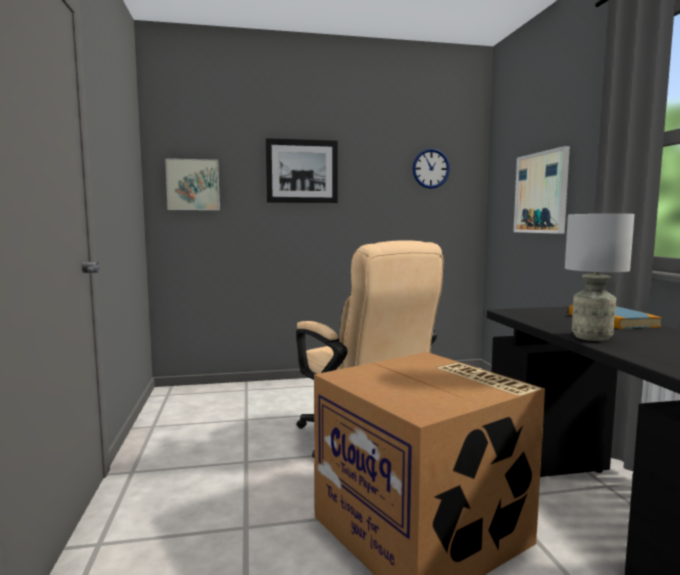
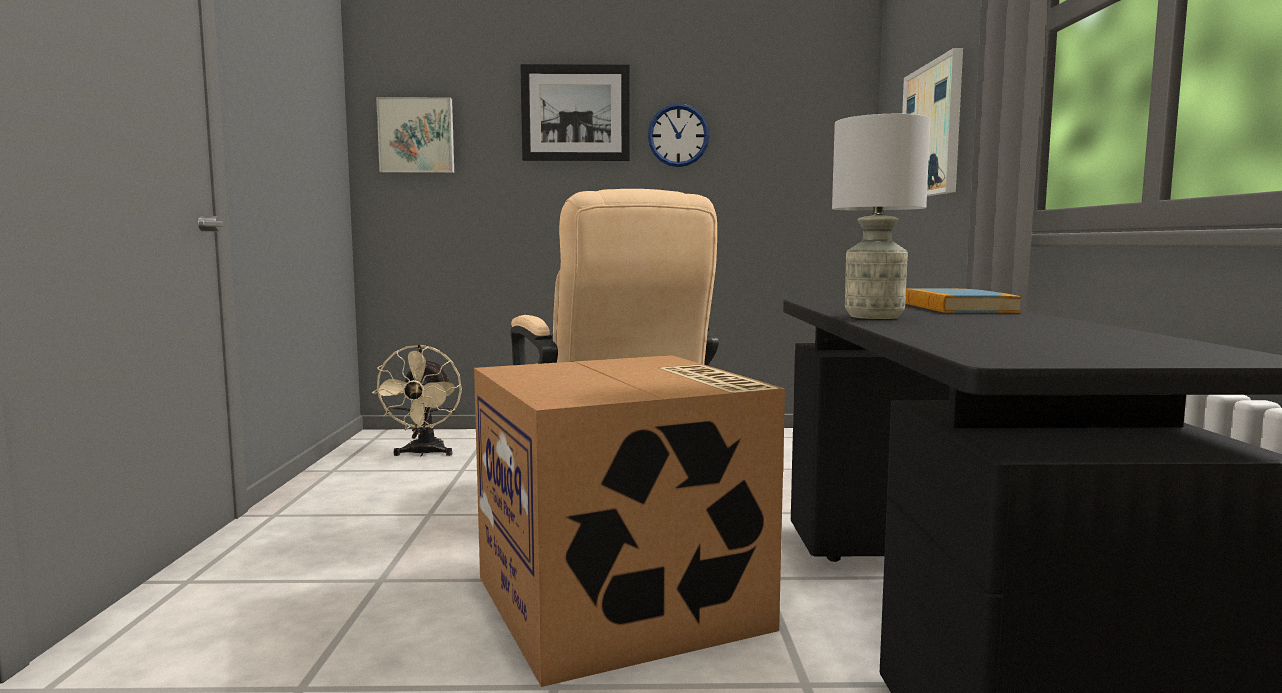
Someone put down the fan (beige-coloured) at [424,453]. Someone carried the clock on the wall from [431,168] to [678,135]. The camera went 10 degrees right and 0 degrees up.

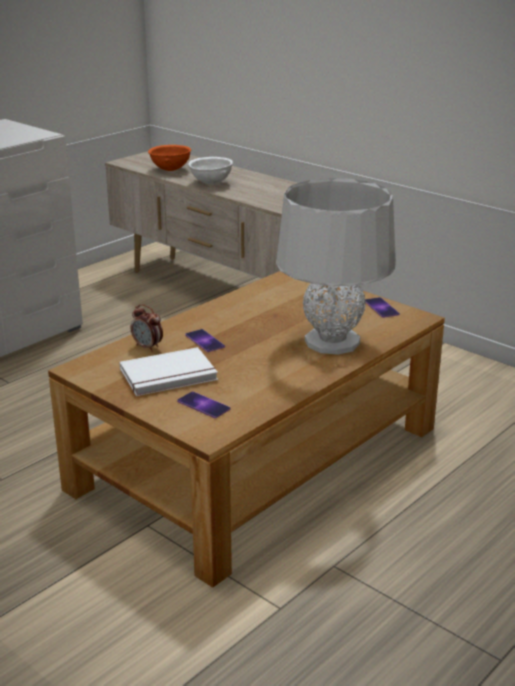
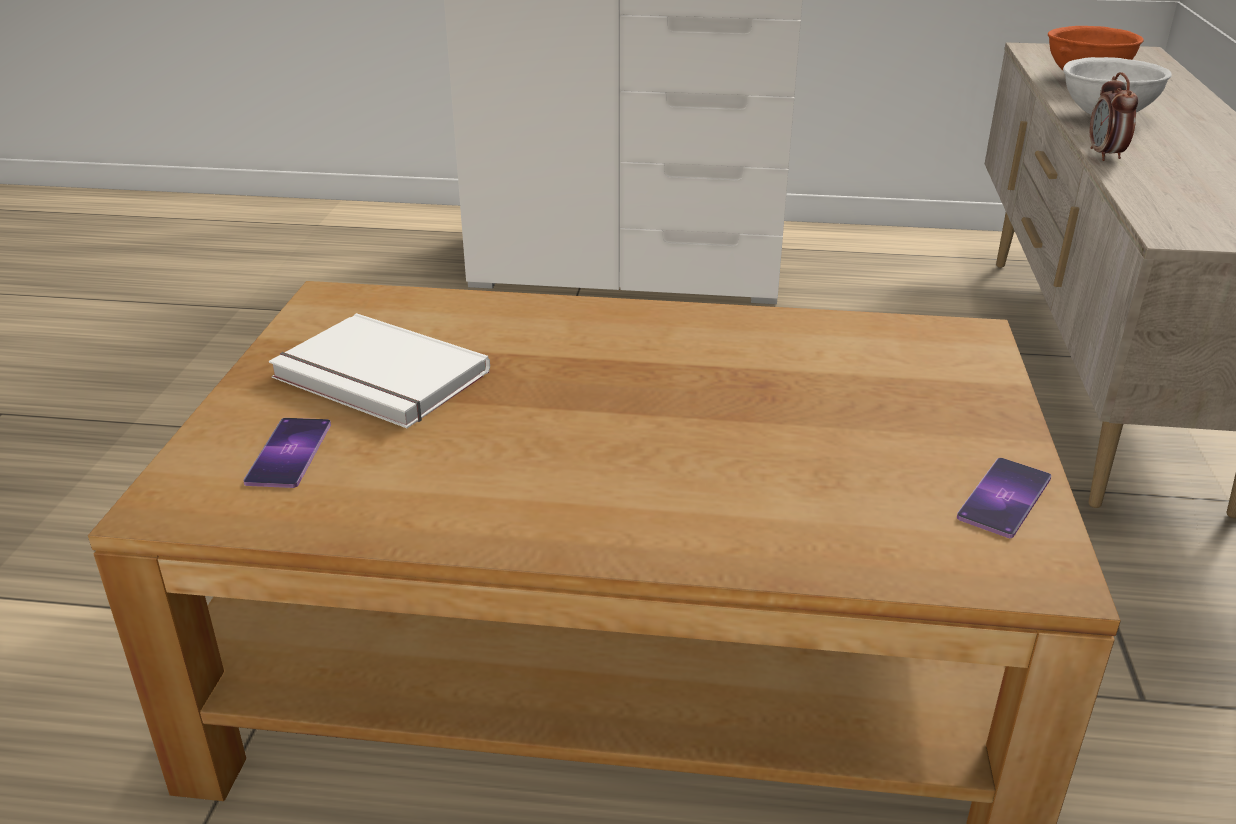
Someone carried the alarm clock from [147,347] to [1105,155]. Someone took away the handset at [204,341]. Someone took away the tabletop lamp (gray) at [332,342]. The camera went 55 degrees right and 5 degrees up.

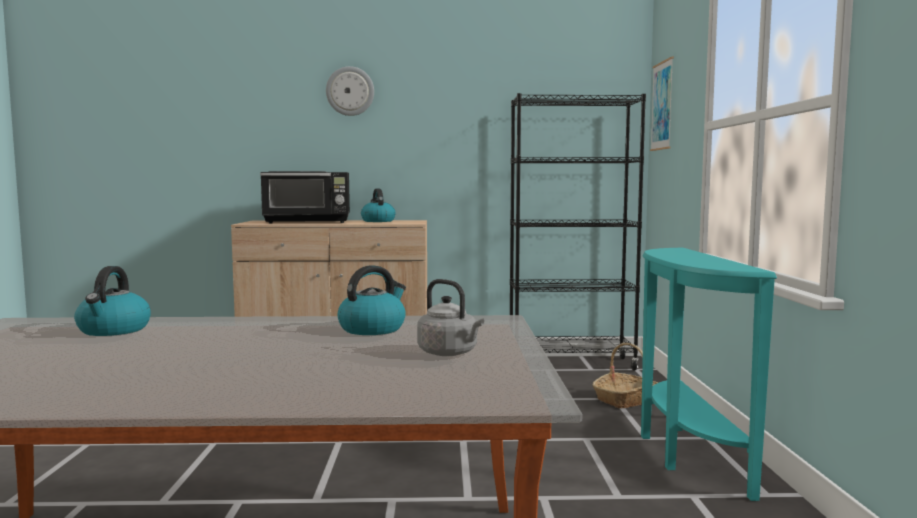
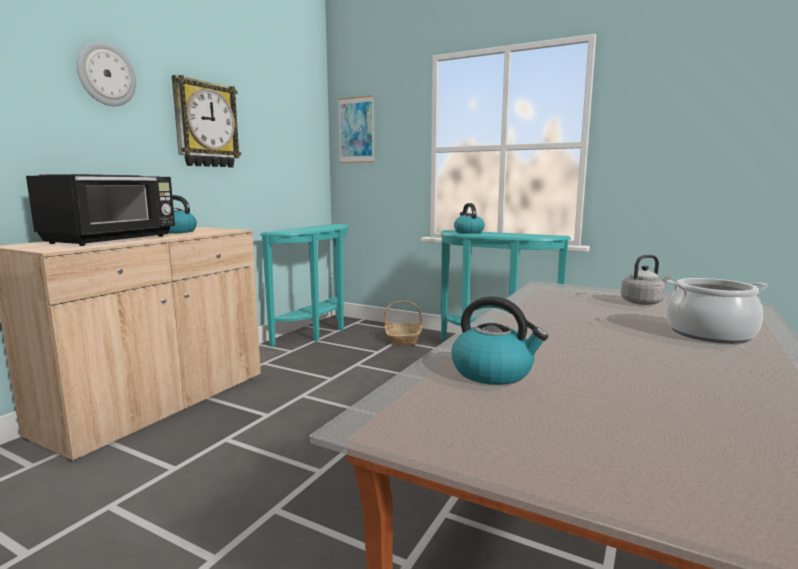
Someone put up the clock on the wall at [205,125]. Someone swapped the bookshelf (black-coloured) at [571,365] for the console table (turquoise) at [318,332]. Someone carried the tea kettle from [373,329] to [468,232]. Someone put down the stockpot at [710,334]. The camera went 60 degrees left and 5 degrees up.

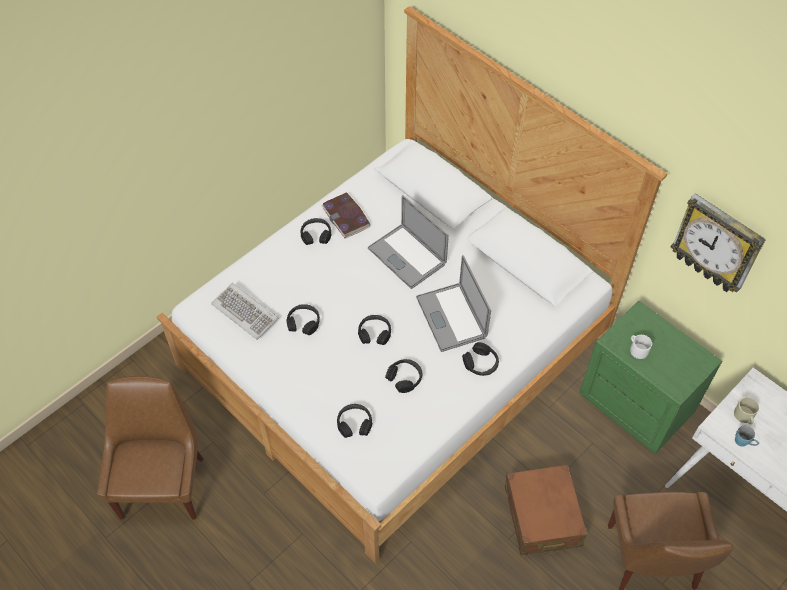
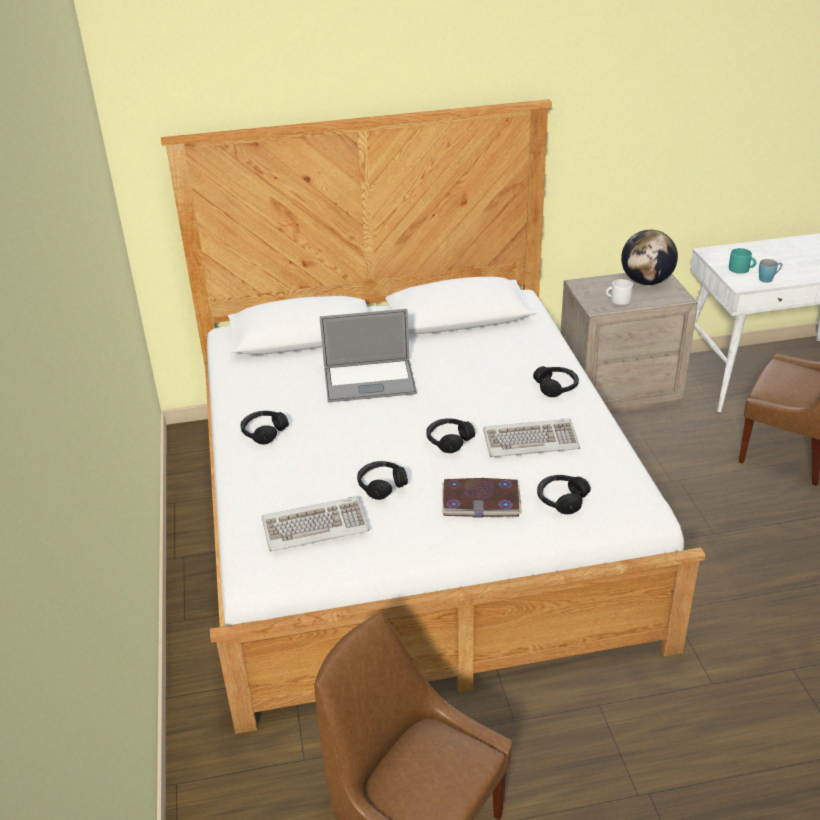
Someone carried the bound book from [346,217] to [481,501]. Someone swapped the headset (black-coloured) at [405,378] for the PC keyboard at [530,441]. Someone repainted the nightstand (green-coloured) at [636,404], which became the nightstand (beige-coloured) at [618,391]. Someone put down the desk globe at [646,281]. Someone repainted the mug (beige-coloured) at [744,416], which became the mug (turquoise) at [741,269]. Someone took away the laptop at [451,317]. Someone took away the suitcase (brown) at [542,516]. Someone took away the clock on the wall at [717,244]. The camera went 55 degrees left and 20 degrees down.

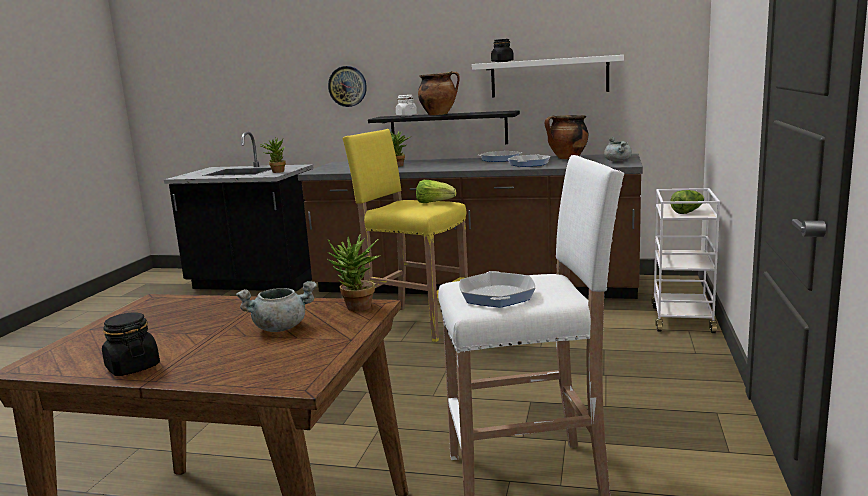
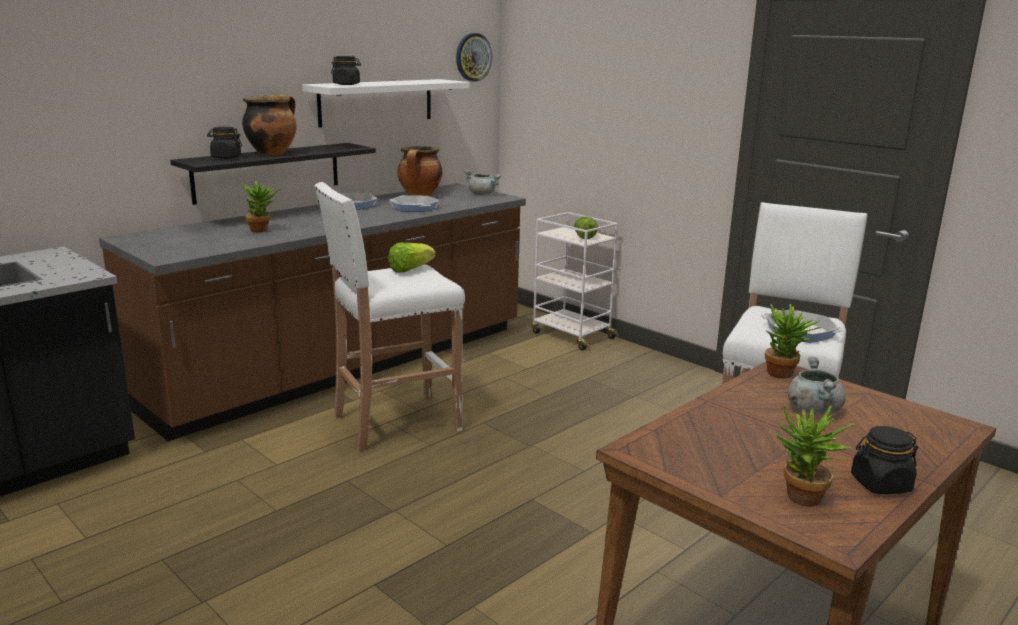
Someone repainted the preserve jar (whitish) at [406,116], which became the preserve jar (black-coloured) at [226,157]. Someone repainted the stool (yellow) at [415,323], which became the stool (whitish) at [394,423]. Someone carried the clock on the wall from [347,86] to [473,57]. Someone carried the potted plant from [276,172] to [800,500]. The camera went 60 degrees left and 5 degrees up.

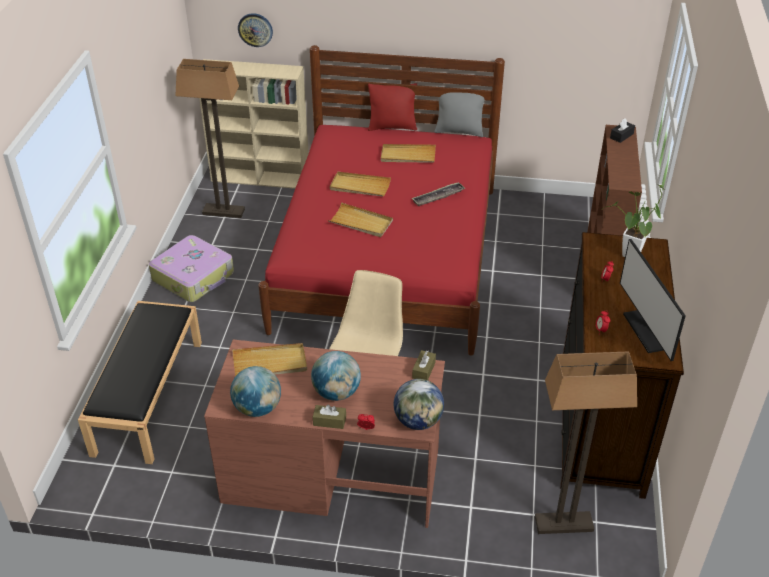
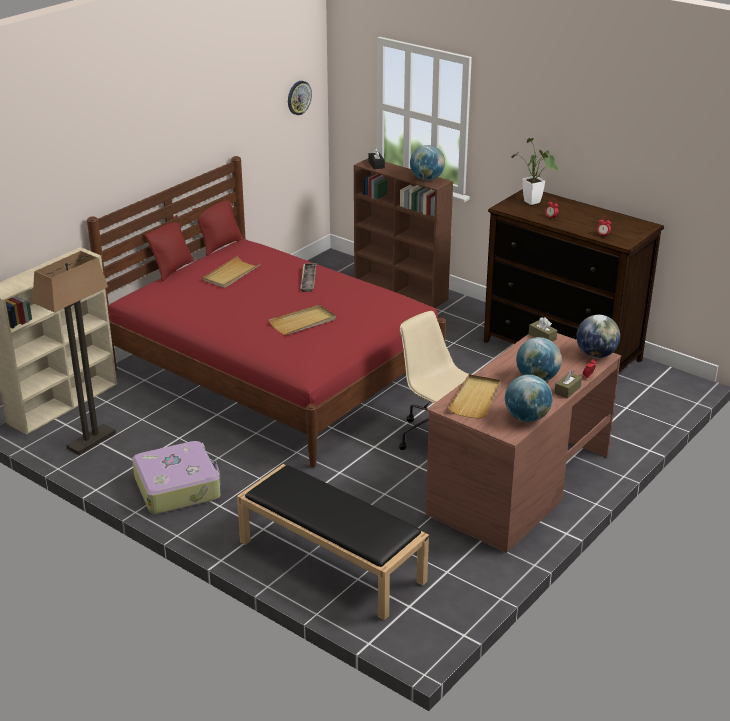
Someone repainted the throw pillow (gray) at [459,131], which became the throw pillow (reddish) at [220,245]. Someone carried the clock on the wall from [255,29] to [299,97]. Someone put down the desk globe at [427,179]. Someone took away the serving tray (beige-coloured) at [359,186]. Someone took away the standard lamp at [563,524]. Someone took away the monitor at [647,331]. The camera went 60 degrees left and 10 degrees down.

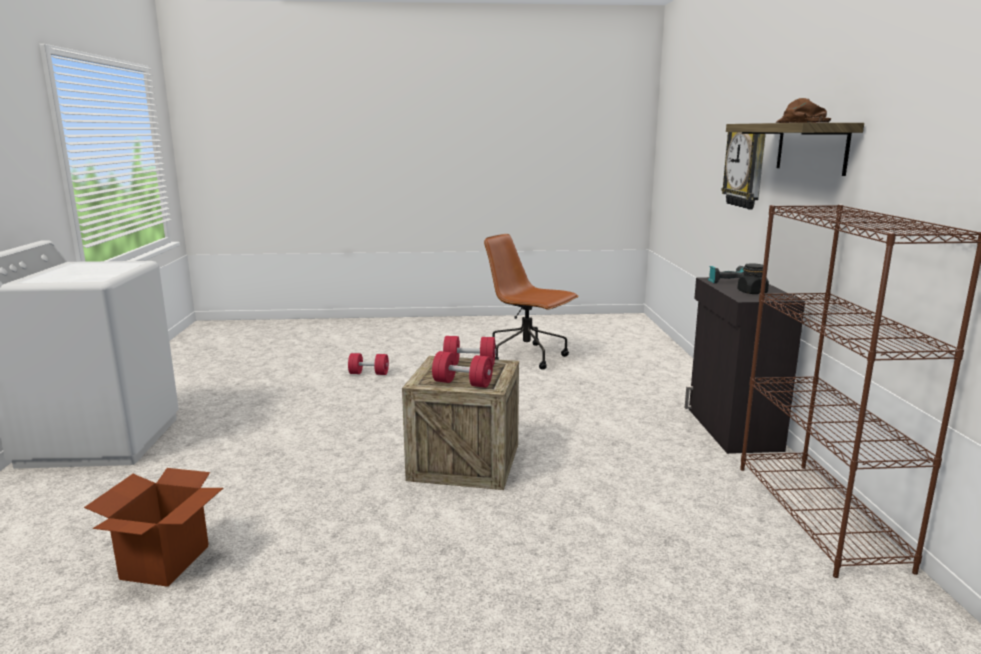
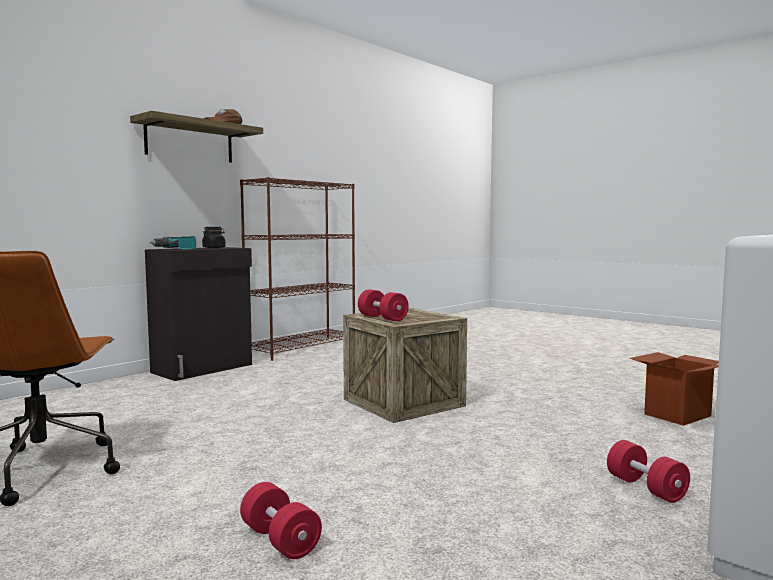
Someone carried the hand weight (reddish) from [462,383] to [646,488]. Someone took away the clock on the wall at [746,166]. The camera went 135 degrees left and 10 degrees down.

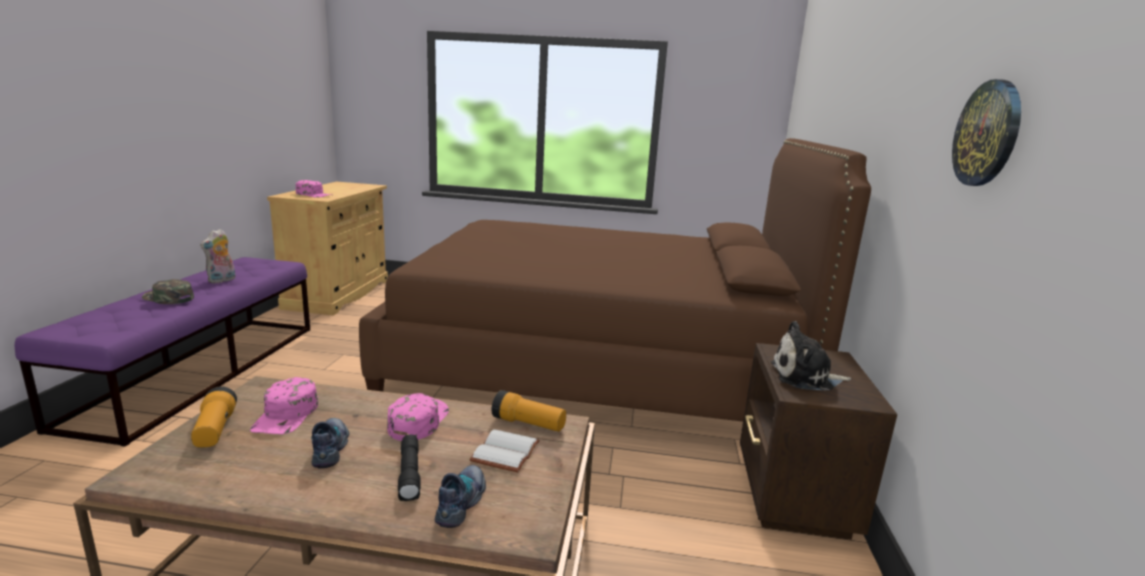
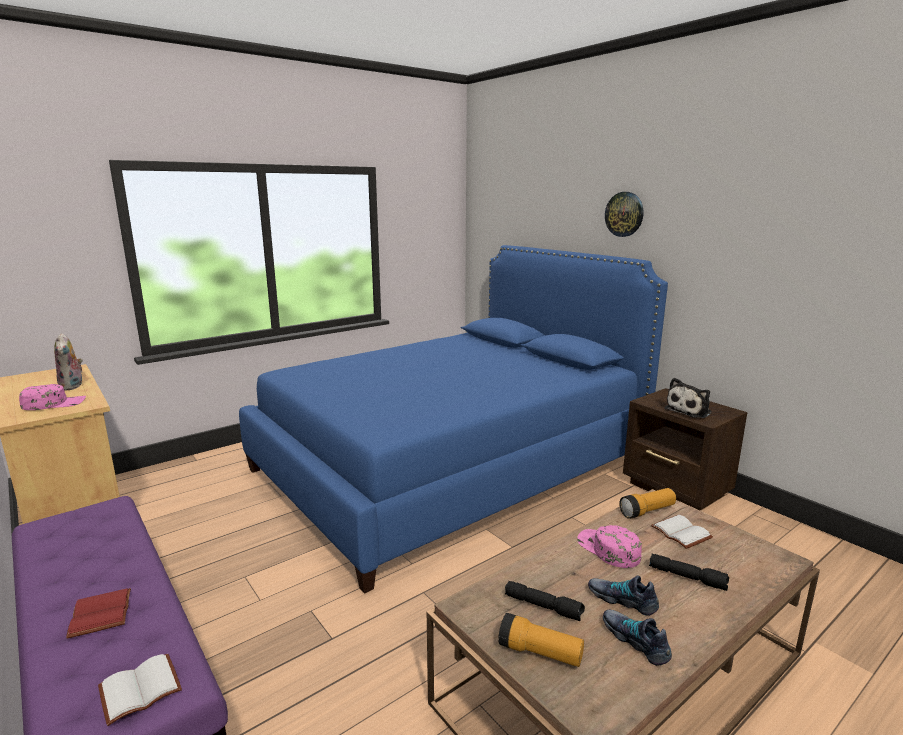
Someone carried the plush toy from [222,280] to [73,386]. Someone swapped the baseball cap (green-coloured) at [168,298] for the bound book (reddish) at [102,614]. Someone put down the bound book (whitish) at [141,687]. Someone repainted the bed (brown) at [598,361], which became the bed (blue-coloured) at [450,466]. Someone swapped the baseball cap (pinkish) at [287,415] for the flashlight (black-coloured) at [544,606]. Someone carried the low shoe from [462,502] to [635,640]. Someone carried the clock on the wall from [987,134] to [624,214]. The camera went 45 degrees left and 0 degrees up.

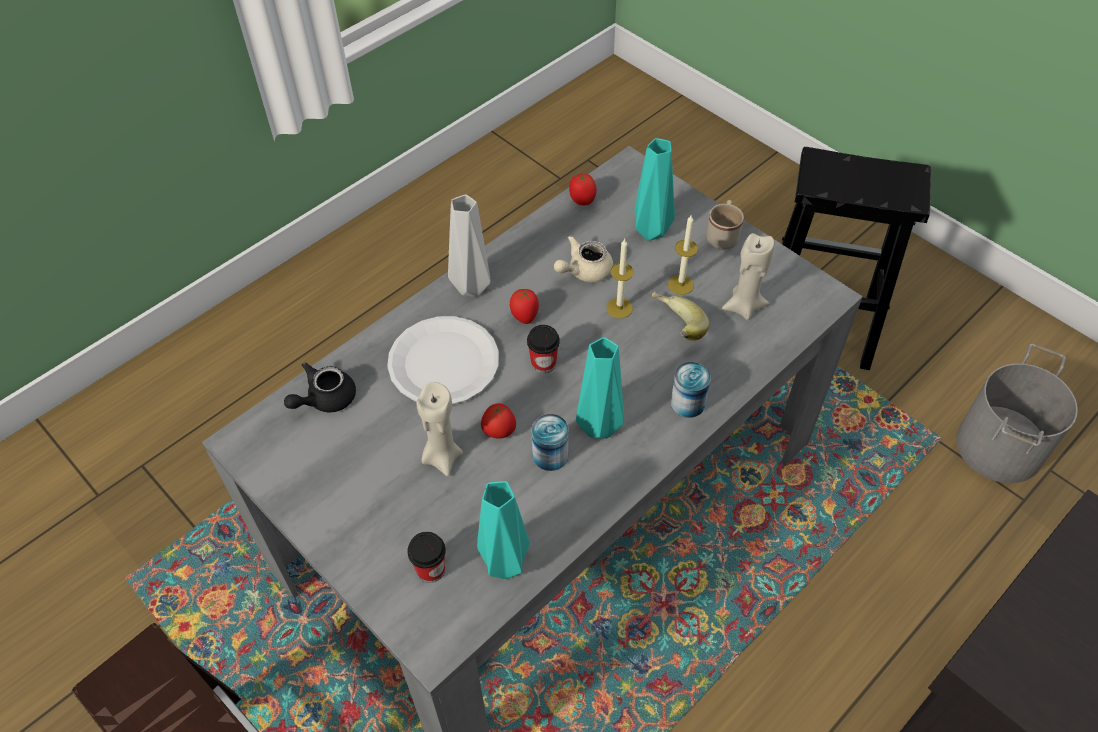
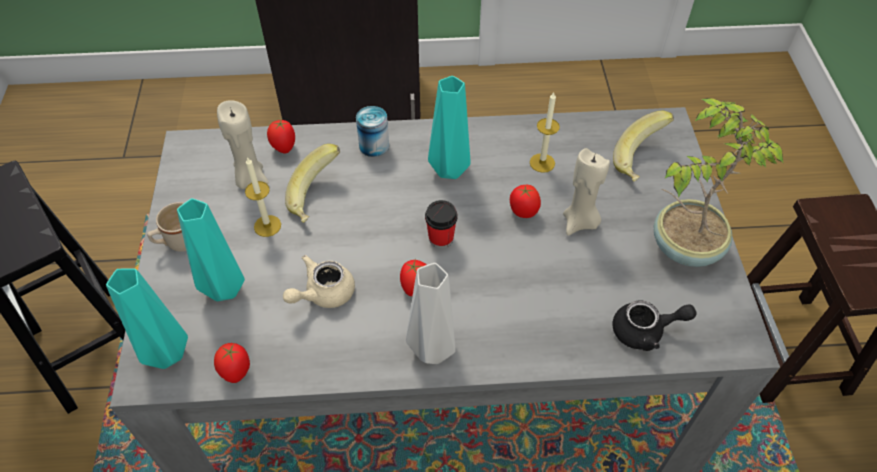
Someone carried the decorative vase (turquoise) from [502,563] to [168,356]. Someone put down the tomato at [284,147]. Someone rotated the tea pot (beige-coloured) at [584,271] by 135 degrees clockwise. Someone carried the wax candle from [619,308] to [542,163]. Someone swapped the small cup at [431,569] for the banana at [641,161]. Someone put down the potted plant at [684,246]. Someone took away the dinner plate (whitish) at [443,363]. Someone took away the can at [550,455]. Someone took away the bucket (gray) at [1000,447]. The camera went 140 degrees left and 0 degrees up.

